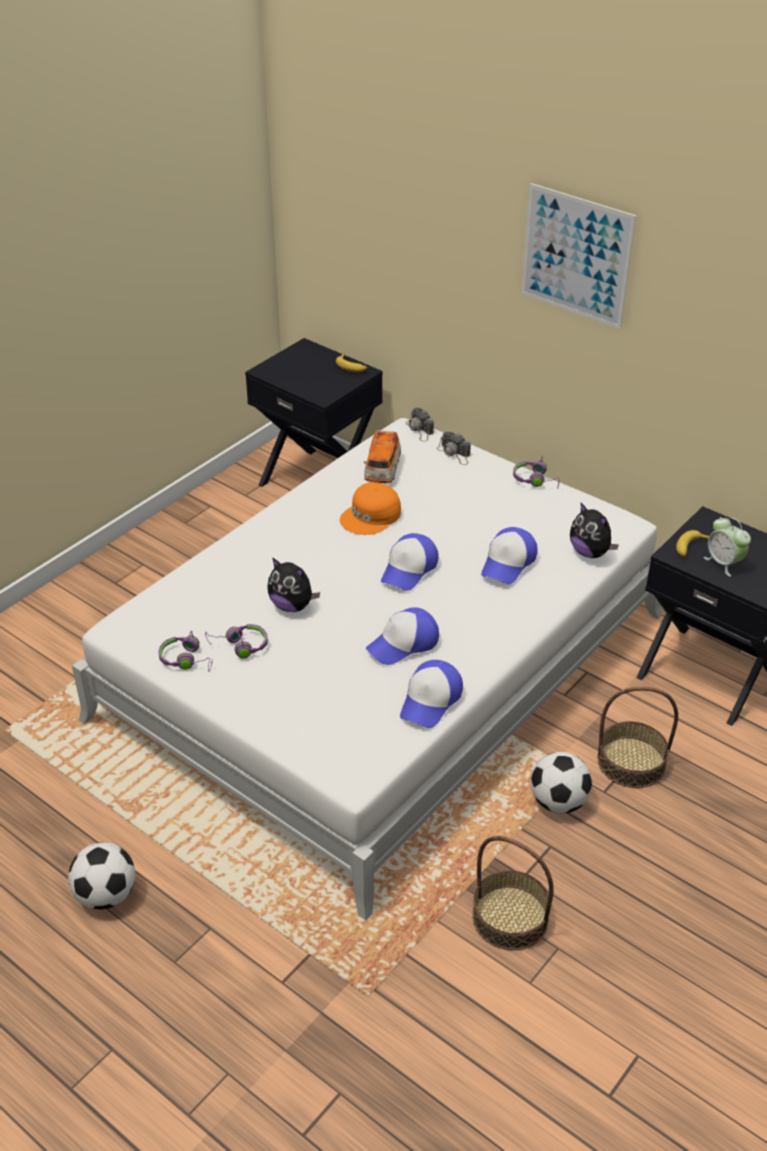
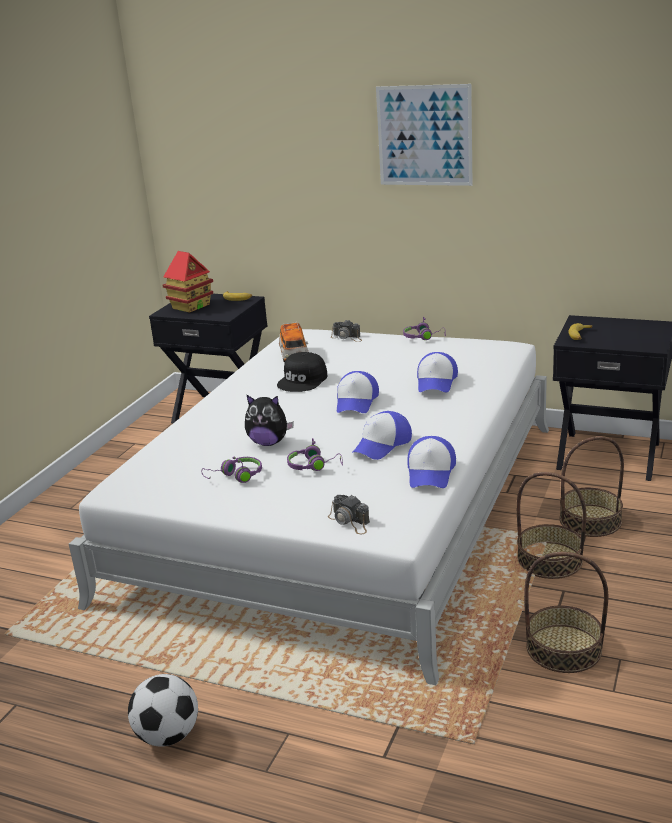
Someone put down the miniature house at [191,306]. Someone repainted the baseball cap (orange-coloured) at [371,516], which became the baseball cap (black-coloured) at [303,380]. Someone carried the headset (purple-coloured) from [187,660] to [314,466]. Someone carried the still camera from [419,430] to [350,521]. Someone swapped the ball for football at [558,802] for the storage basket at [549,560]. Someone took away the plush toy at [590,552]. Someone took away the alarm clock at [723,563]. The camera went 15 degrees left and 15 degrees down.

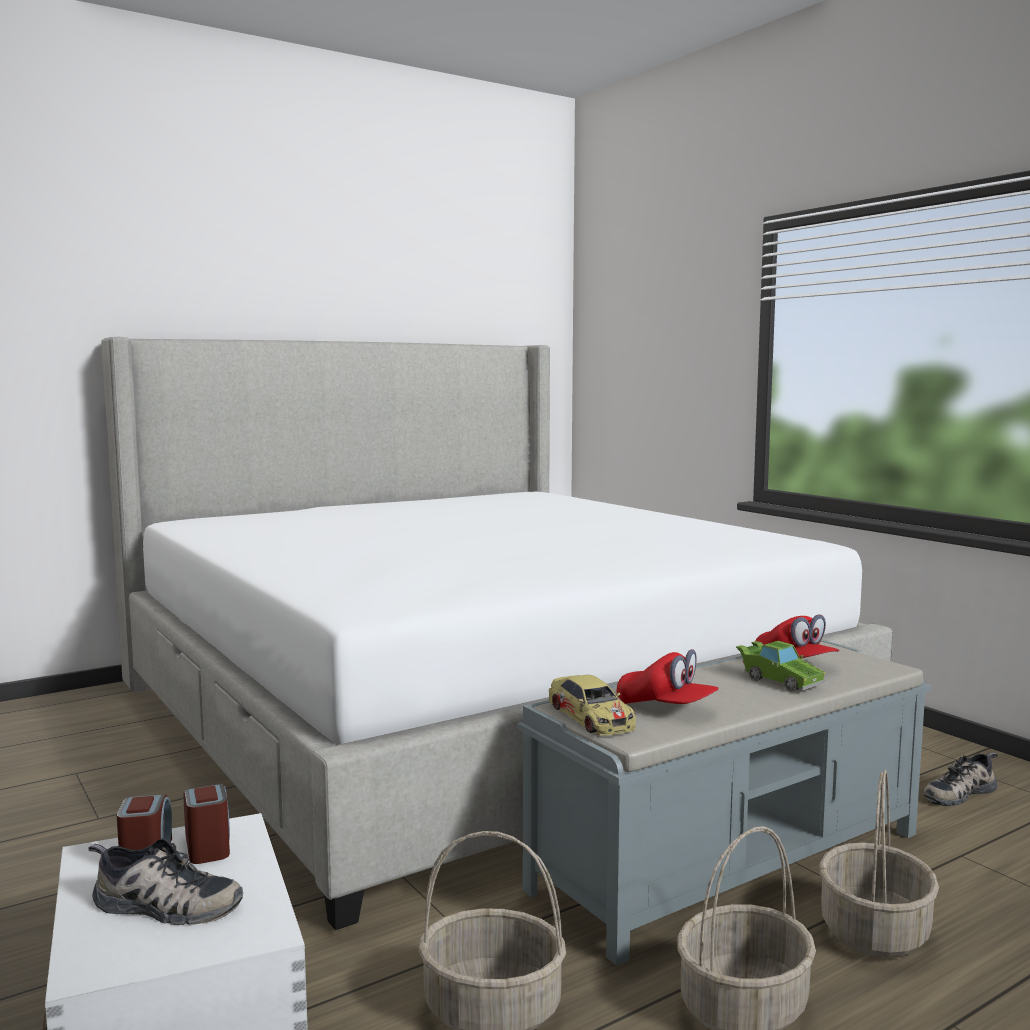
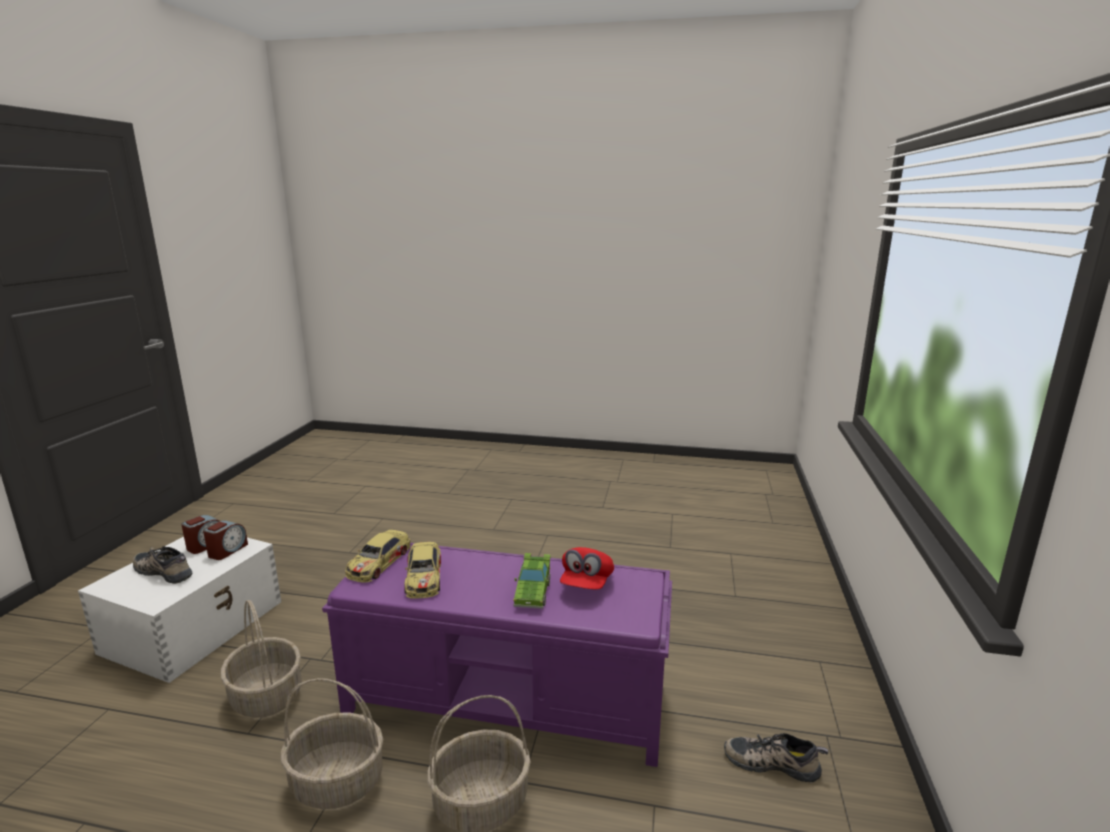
Someone rotated the low shoe at [163,906] by 150 degrees clockwise. Someone repainted the bench (gray) at [732,860], which became the bench (purple-coloured) at [508,699]. Someone swapped the baseball cap (reddish) at [666,707] for the model car at [424,576]. Someone took away the bed at [469,711]. The camera went 45 degrees right and 10 degrees up.

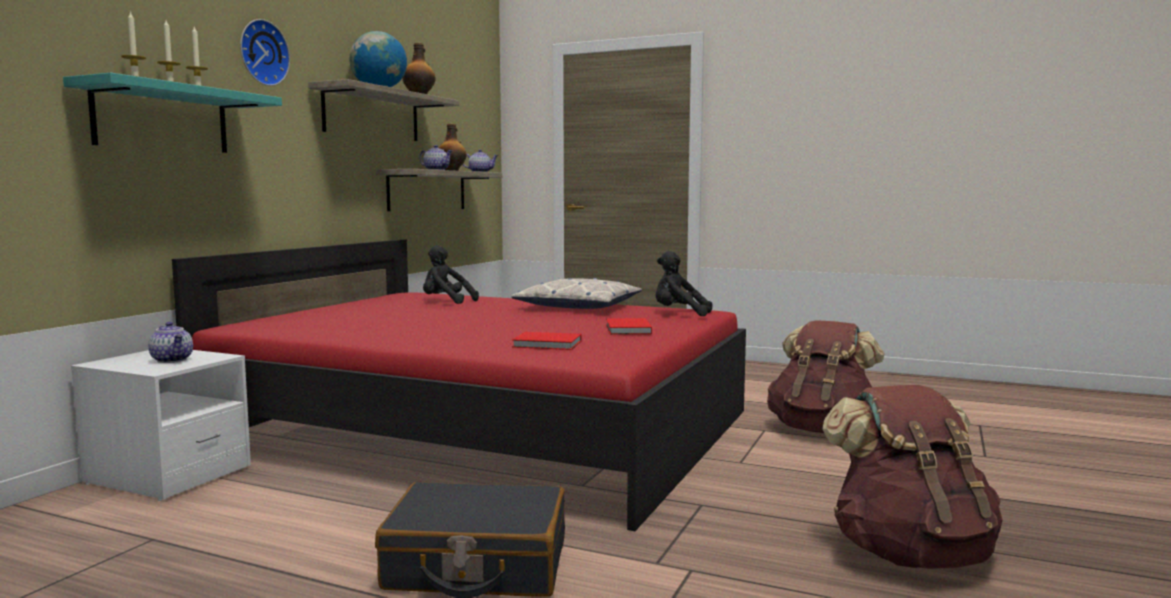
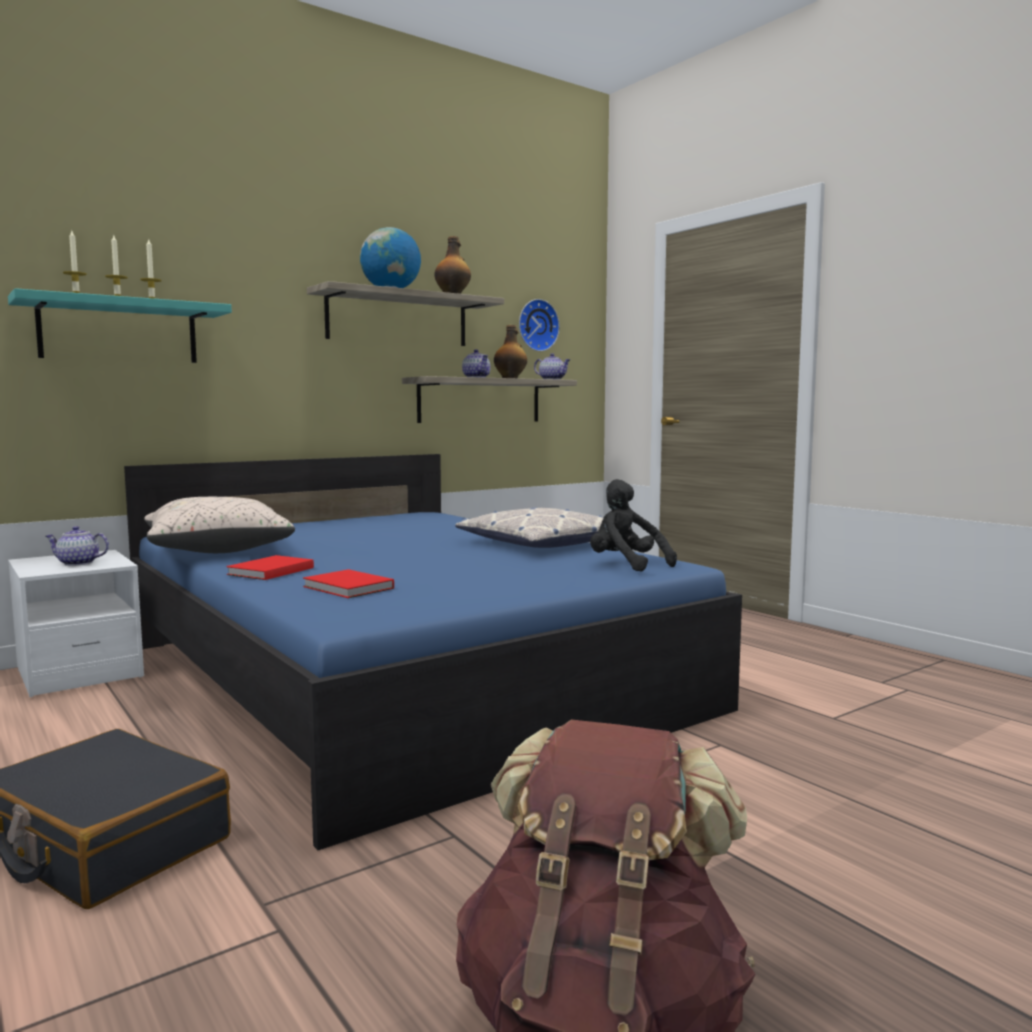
Someone rotated the tea pot at [173,360] by 105 degrees clockwise. Someone repainted the bed (reddish) at [485,428], which became the bed (blue-coloured) at [401,676]. Someone put down the throw pillow (beige-coloured) at [218,550]. Someone carried the bound book (reddish) from [627,329] to [268,571]. Someone carried the clock on the wall from [261,53] to [536,325]. Someone took away the plush toy (black-coloured) at [446,302]. Someone took away the knapsack (brown) at [822,431]. The camera went 30 degrees right and 0 degrees up.

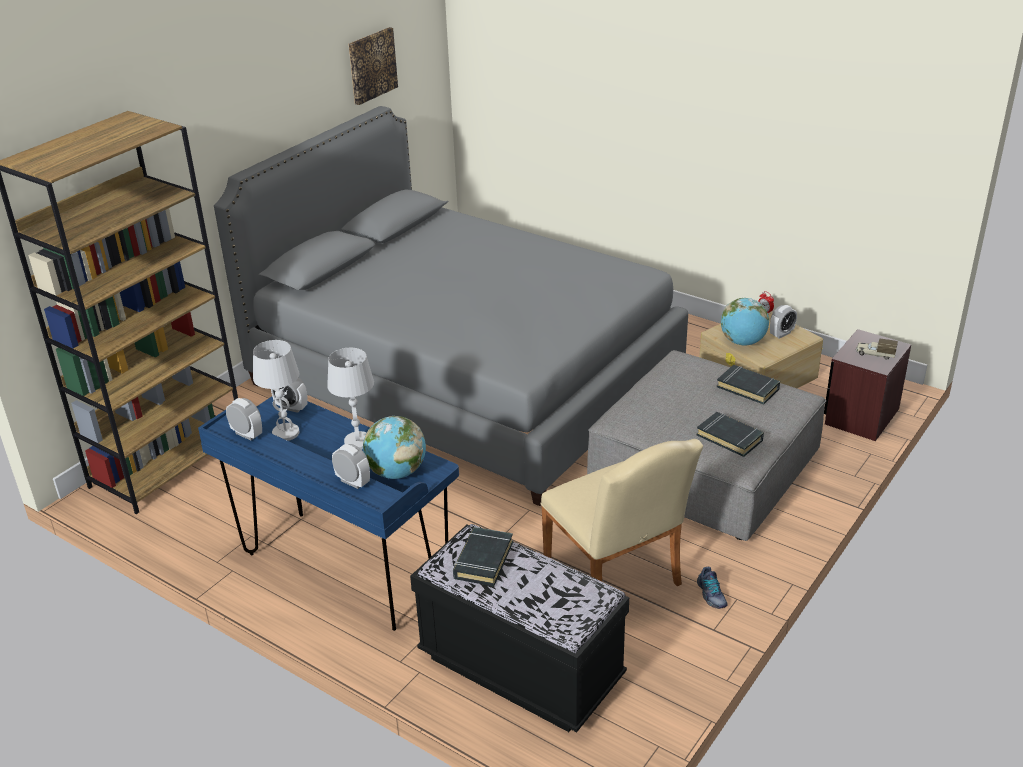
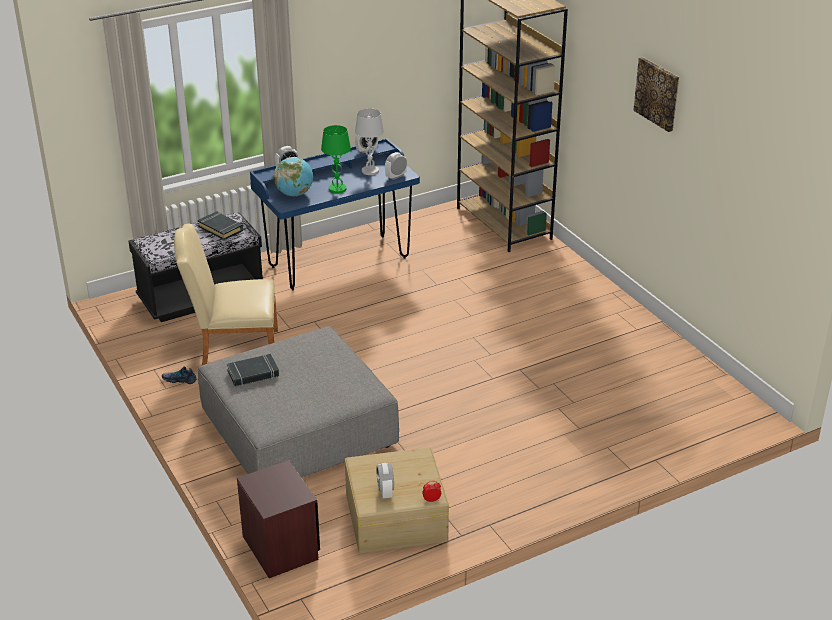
Someone repainted the tabletop lamp (whitish) at [357,441], which became the tabletop lamp (green-coloured) at [337,189]. Someone carried the picture from [371,65] to [657,93]. Someone took away the bed (gray) at [465,378]. Someone took away the bound book (black-coloured) at [748,388]. Someone took away the desk globe at [743,342]. Someone took away the model truck at [875,354]. The camera went 115 degrees right and 0 degrees up.

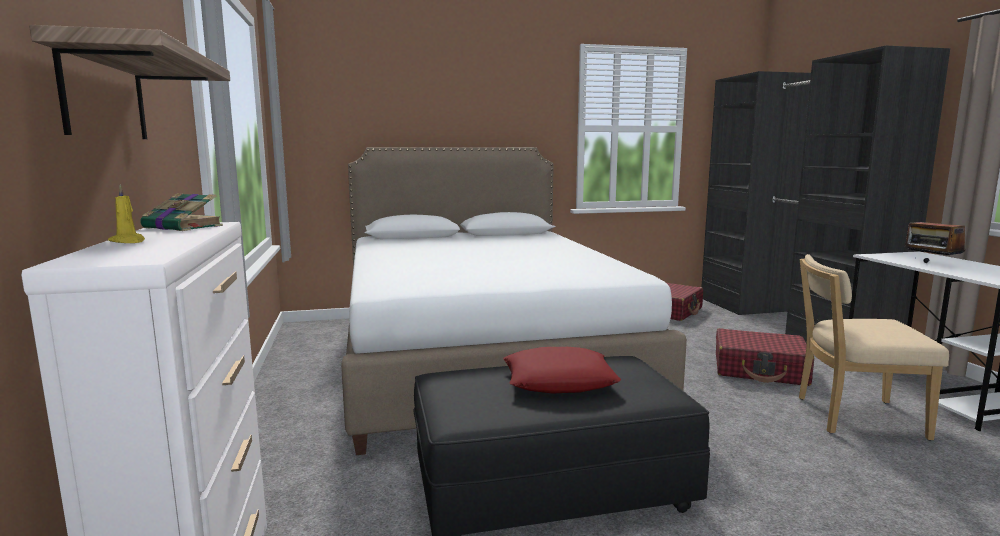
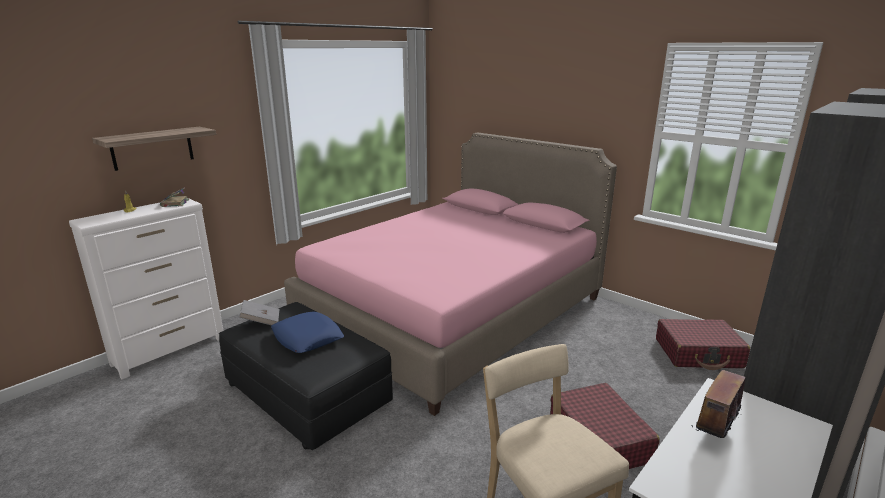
Someone put down the bound book (gray) at [261,321]. Someone repainted the throw pillow (reddish) at [559,380], which became the throw pillow (blue-coloured) at [307,338]. Someone repainted the bed (whitish) at [480,358], which became the bed (pinkish) at [454,313]. The camera went 55 degrees right and 10 degrees up.

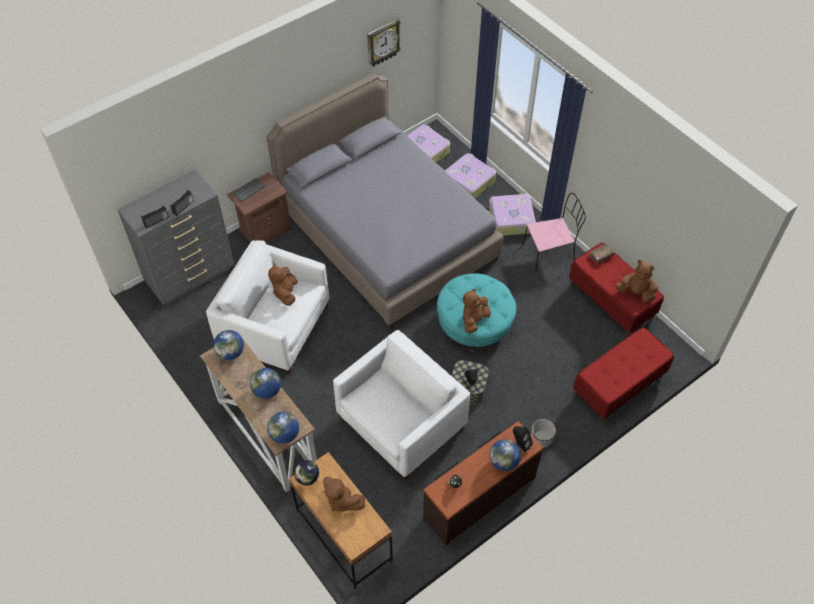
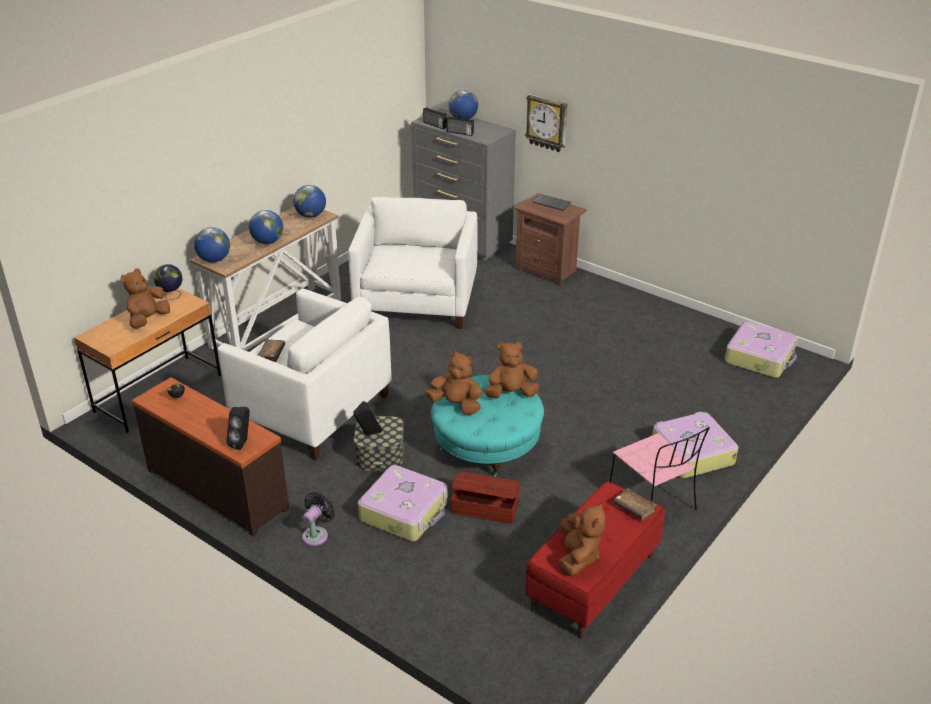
Someone put down the bound book (brown) at [271,355]. Someone swapped the flower pot at [541,439] for the fan (black-coloured) at [317,534]. Someone carried the suitcase from [469,181] to [405,511]. Someone carried the desk globe from [504,462] to [463,119]. Someone put down the storage bin (brown) at [484,508]. Someone carried the plush toy (brown) from [285,293] to [511,394]. Someone carried the clock on the wall from [382,42] to [547,123]. Someone took away the bed (gray) at [386,234]. Someone took away the bench (reddish) at [618,386]. The camera went 75 degrees right and 20 degrees down.

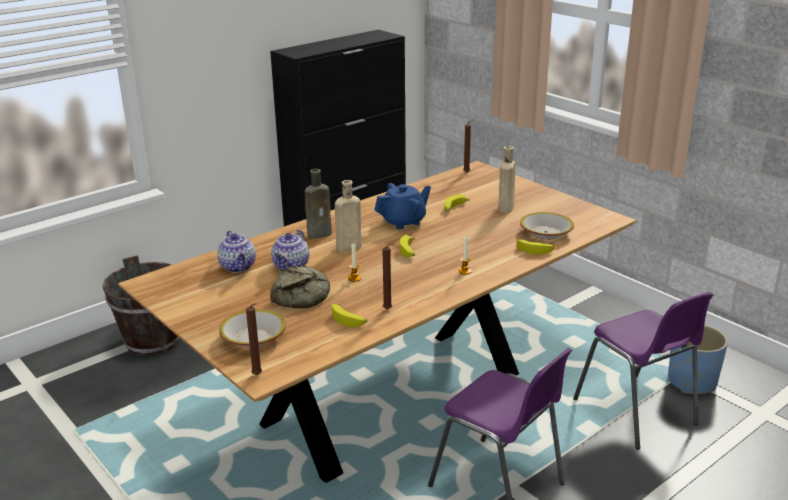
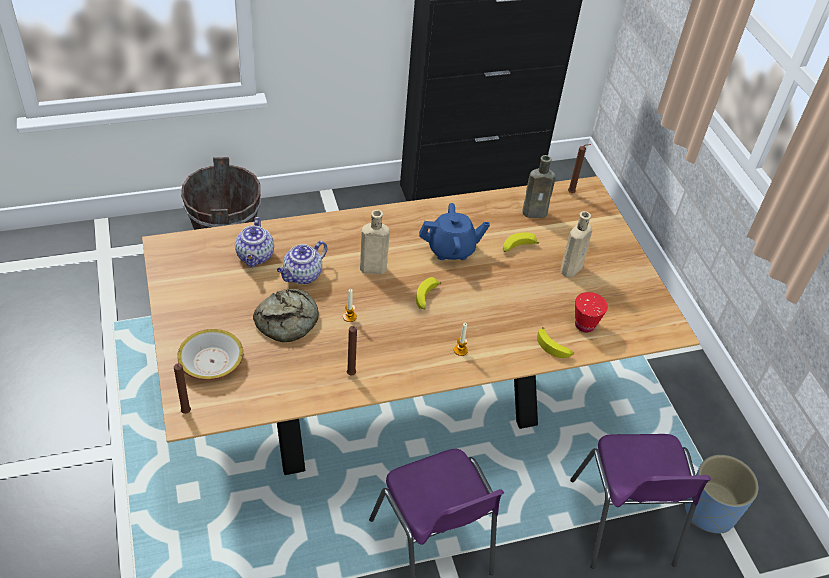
Someone carried the beverage bottle (brown) from [321,234] to [536,213]. Someone swapped the serving bowl at [546,233] for the small cup (reddish) at [584,325]. Someone took away the banana at [349,320]. The camera went 20 degrees right and 20 degrees up.

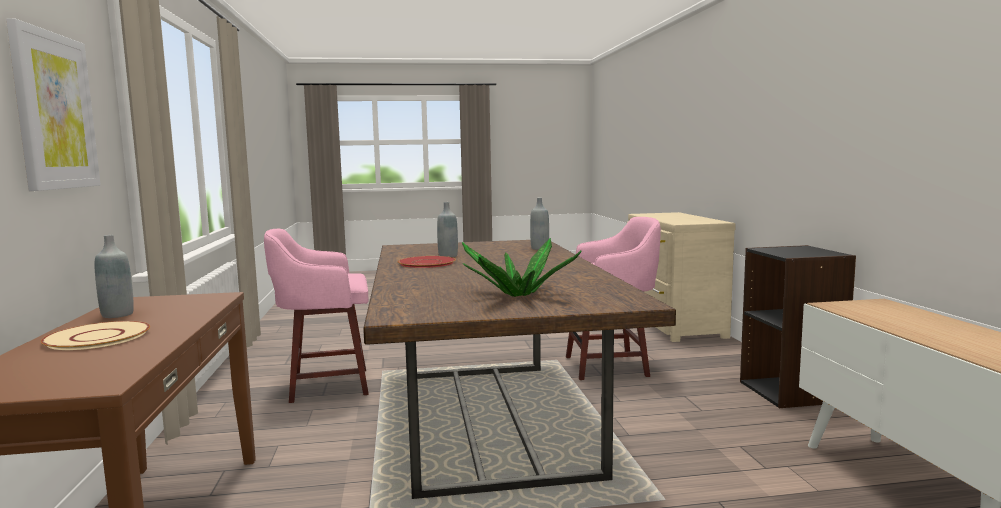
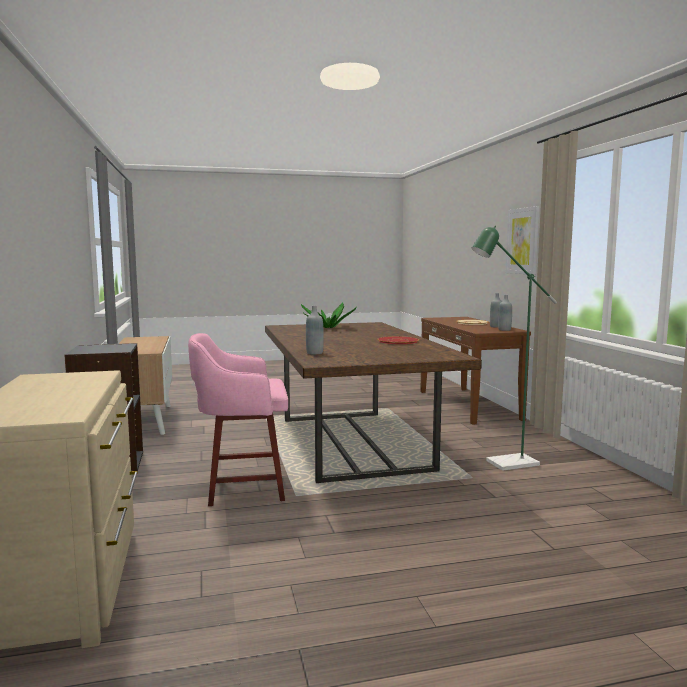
Someone swapped the stool (pinkish) at [325,385] for the standard lamp (green-coloured) at [505,464]. Someone carried the beverage bottle (gray) from [448,256] to [504,330]. The camera went 175 degrees right and 0 degrees up.

